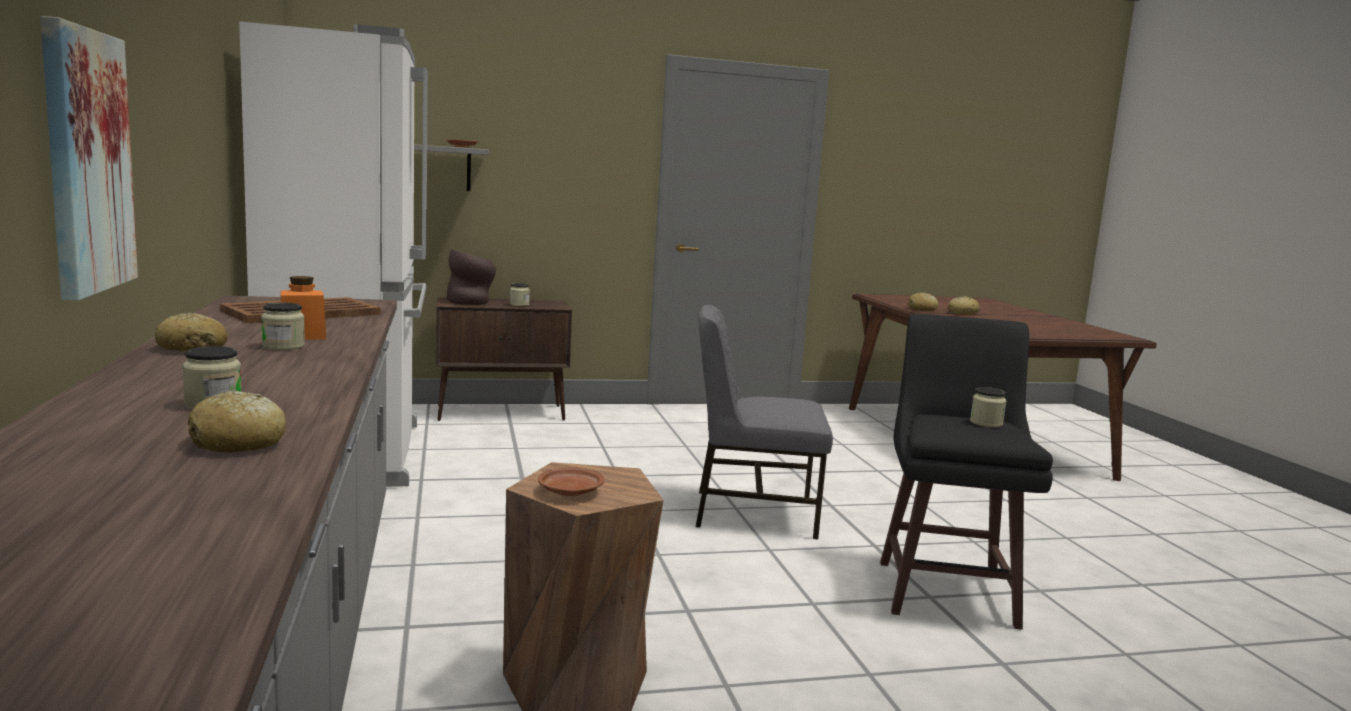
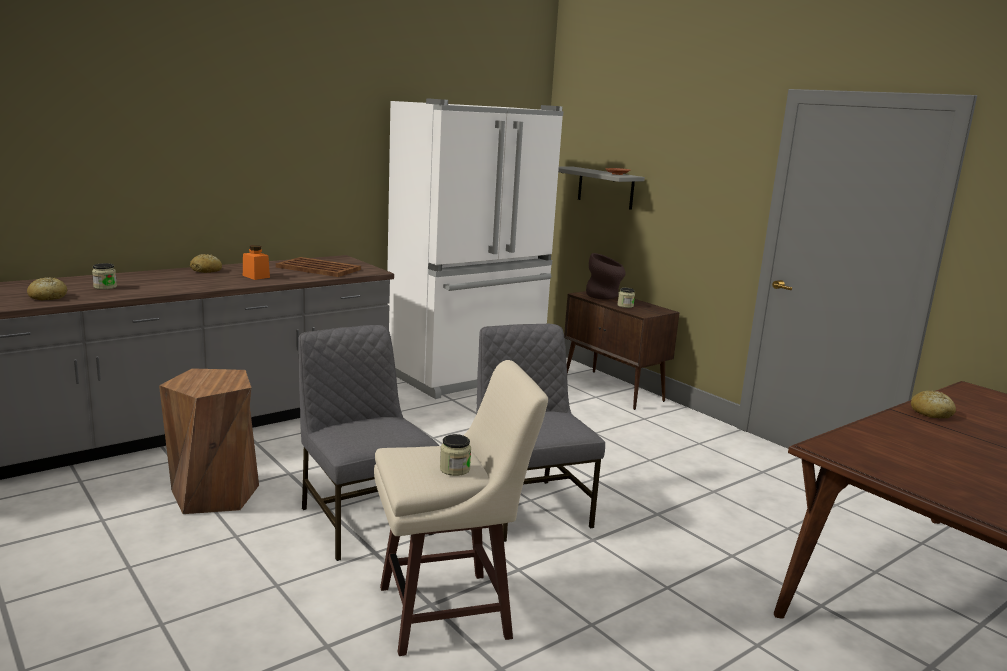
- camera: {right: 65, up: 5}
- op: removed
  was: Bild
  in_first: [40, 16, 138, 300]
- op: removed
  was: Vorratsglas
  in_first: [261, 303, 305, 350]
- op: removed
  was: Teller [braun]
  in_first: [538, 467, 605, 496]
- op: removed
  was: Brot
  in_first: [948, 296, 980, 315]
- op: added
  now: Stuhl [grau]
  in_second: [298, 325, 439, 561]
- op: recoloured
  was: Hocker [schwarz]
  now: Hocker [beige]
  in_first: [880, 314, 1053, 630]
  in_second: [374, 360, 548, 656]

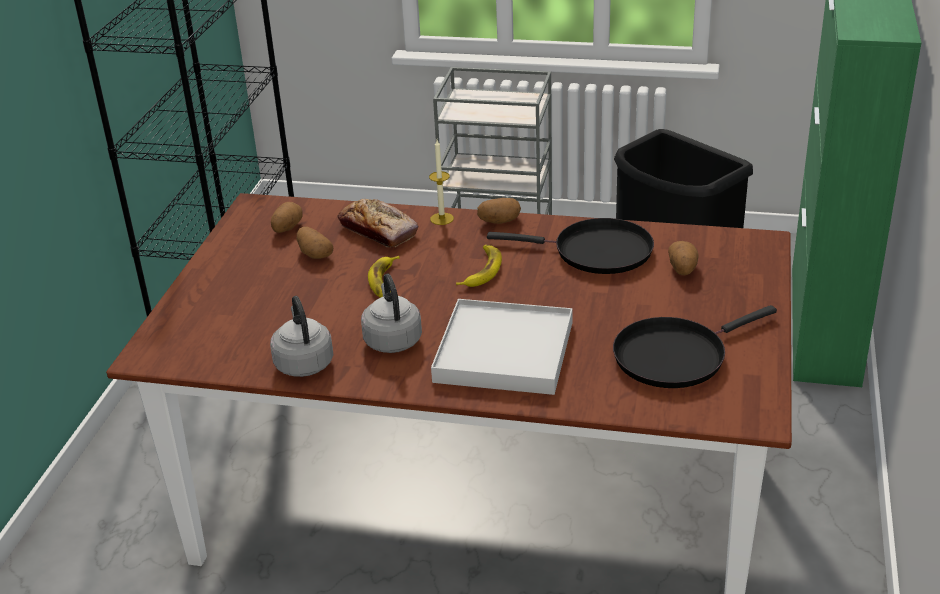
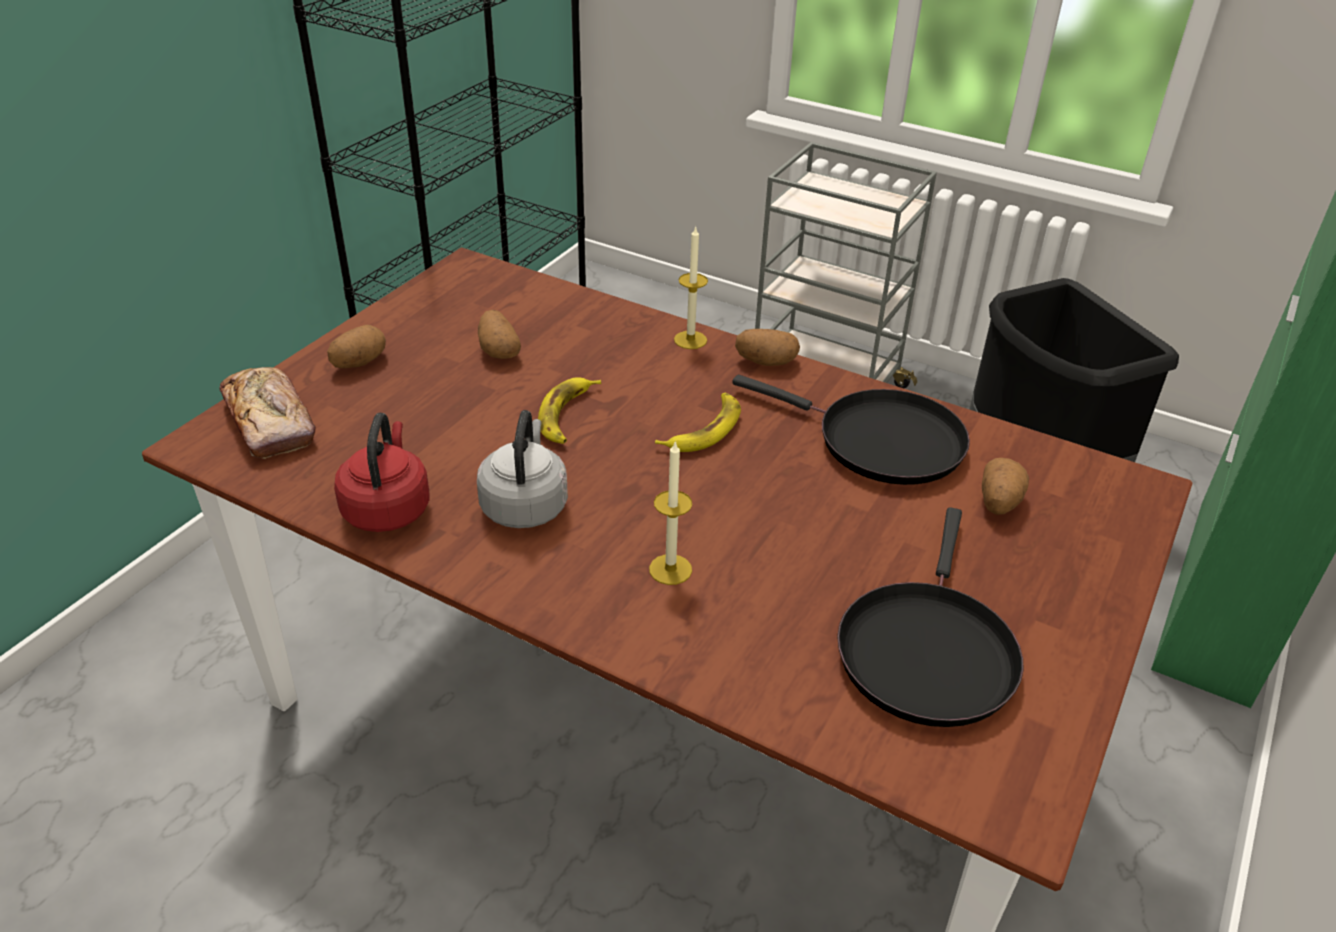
- camera: {right: 15, up: 5}
- op: moved
  was: Kartoffel
  in_first: [271, 202, 303, 233]
  in_second: [327, 325, 386, 368]
- op: moved
  was: Brot
  in_first: [338, 199, 418, 247]
  in_second: [219, 367, 315, 459]
- op: replaced
  was: Tablett [weiß]
  now: Kerze
  in_first: [431, 299, 572, 395]
  in_second: [649, 440, 692, 585]
- op: recoloured
  was: Wasserkessel [grau]
  now: Wasserkessel [rot]
  in_first: [270, 296, 334, 377]
  in_second: [334, 413, 430, 532]
- op: turned
  was: Pfanne [schwarz]
  in_first: [613, 305, 777, 388]
  in_second: [837, 507, 1024, 727]
  clockwise: -60

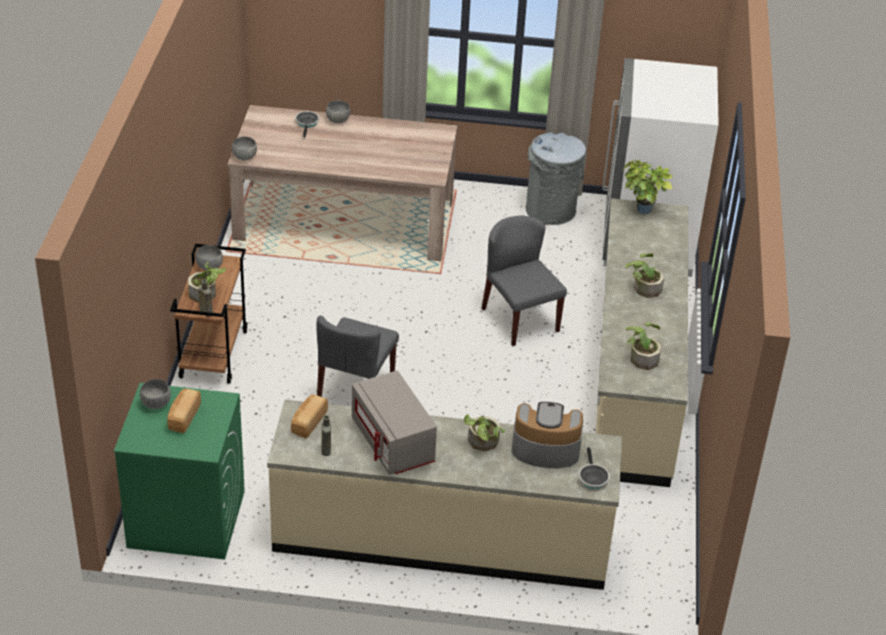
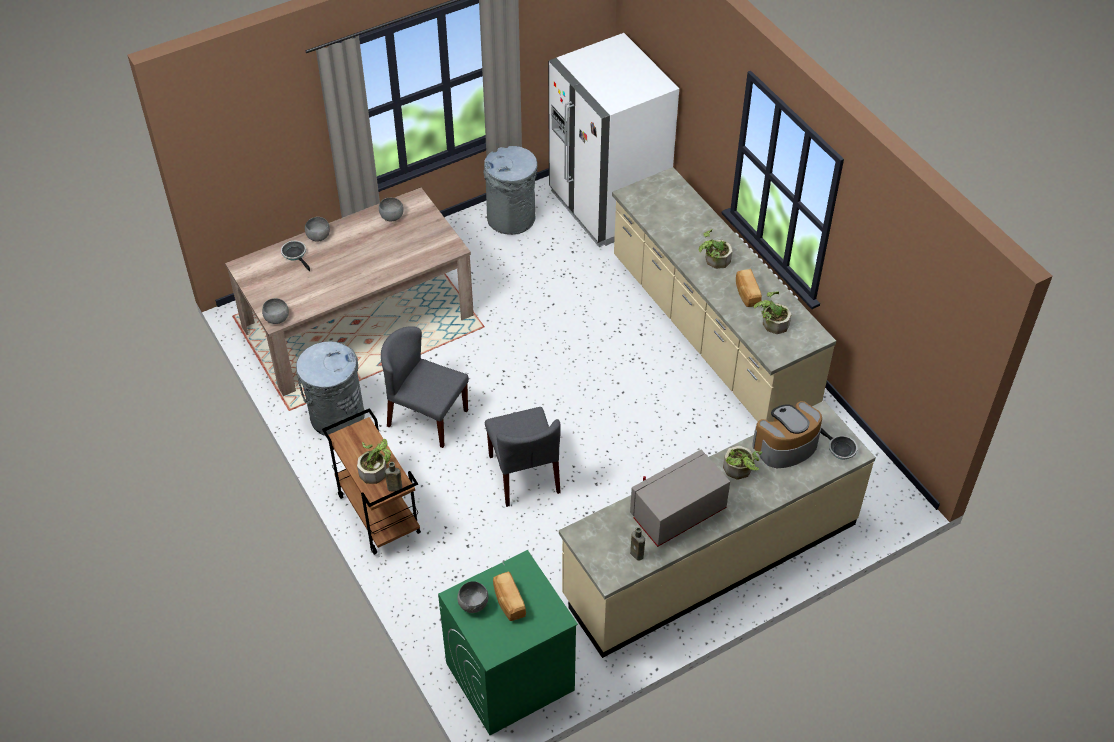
- camera: {right: -35, up: 10}
- op: removed
  was: Topfpflanze
  in_first: [623, 160, 673, 214]
- op: added
  now: Mülleimer [grau]
  in_second: [296, 342, 364, 436]
- op: moved
  was: Schüssel [grau]
  in_first: [196, 245, 223, 270]
  in_second: [379, 198, 404, 221]
- op: moved
  was: Brot
  in_first: [291, 395, 328, 438]
  in_second: [736, 269, 762, 307]
- op: moved
  was: Stuhl [grau]
  in_first: [481, 216, 567, 346]
  in_second: [381, 326, 469, 448]
- op: turned
  was: Mikrowelle [grau]
  in_first: [352, 370, 437, 475]
  in_second: [630, 450, 730, 547]
  clockwise: 120

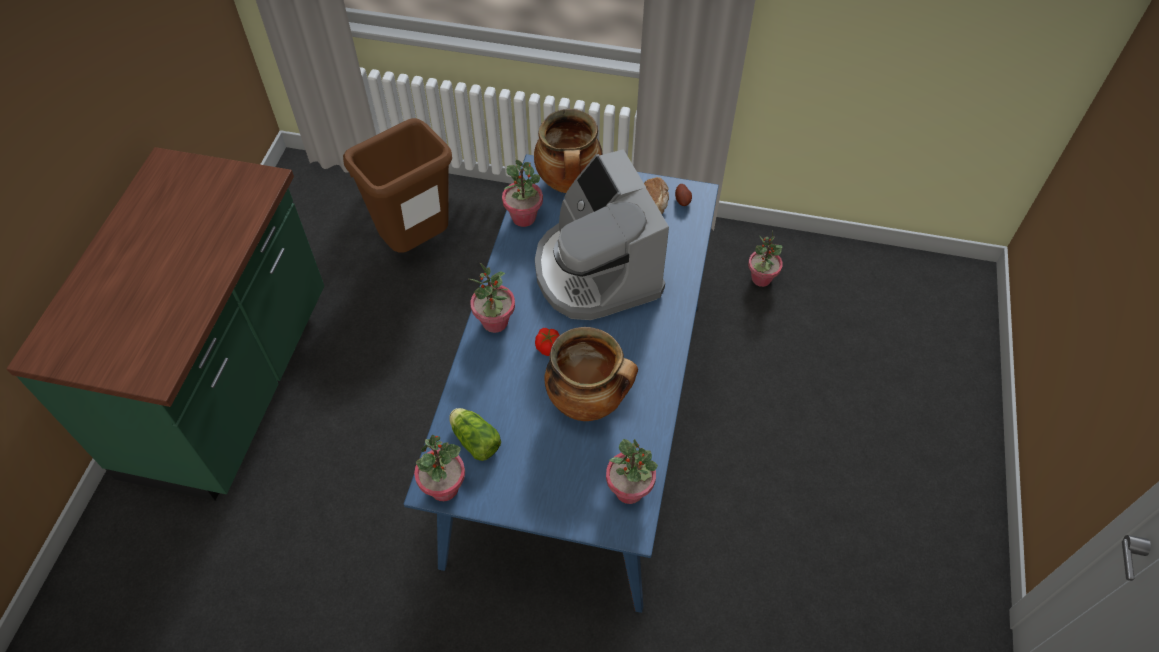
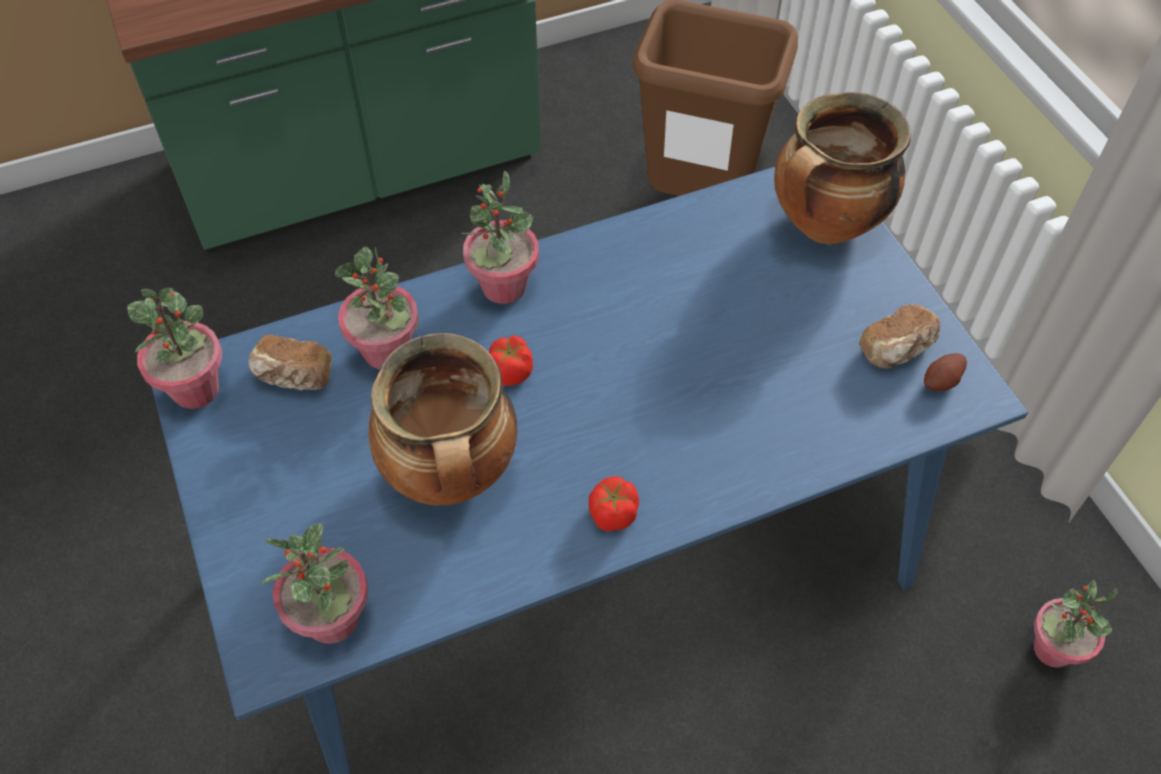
- camera: {right: 55, up: 0}
- op: removed
  was: Kaffeemaschine
  in_first: [535, 149, 669, 320]
- op: added
  now: Tomate
  in_second: [589, 476, 639, 532]
- op: moved
  was: Topfpflanze
  in_first: [502, 160, 543, 227]
  in_second: [335, 246, 419, 369]
- op: replaced
  was: Salatkopf
  now: Brot
  in_first: [449, 408, 501, 461]
  in_second: [248, 334, 332, 391]

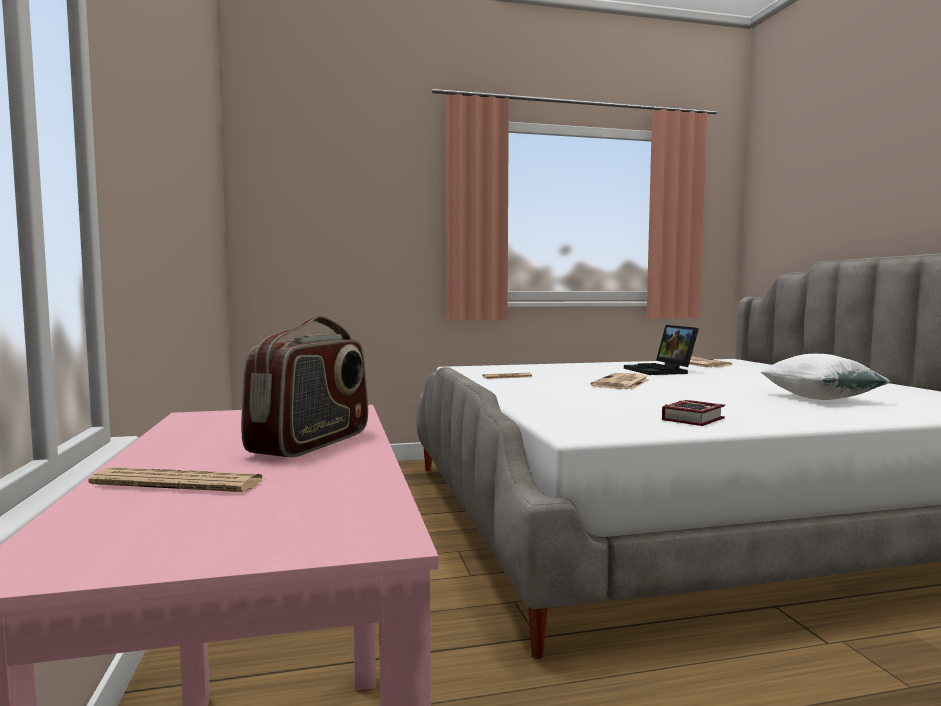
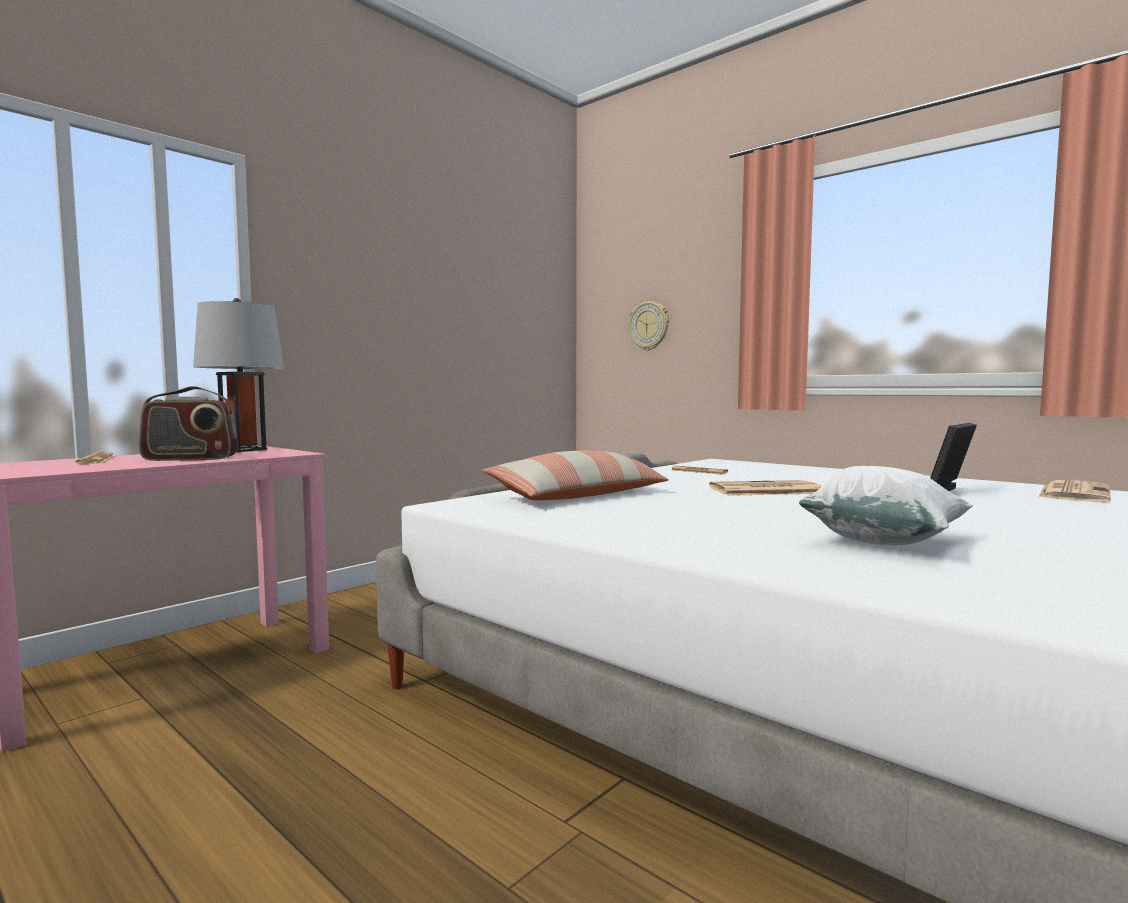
- camera: {right: 55, up: 0}
- op: removed
  was: Buch
  in_first: [662, 400, 725, 426]
- op: added
  now: Tischlampe [grau]
  in_second: [193, 298, 284, 452]
- op: added
  now: Kissen
  in_second: [482, 450, 669, 501]
- op: added
  now: Wanduhr
  in_second: [628, 301, 669, 351]

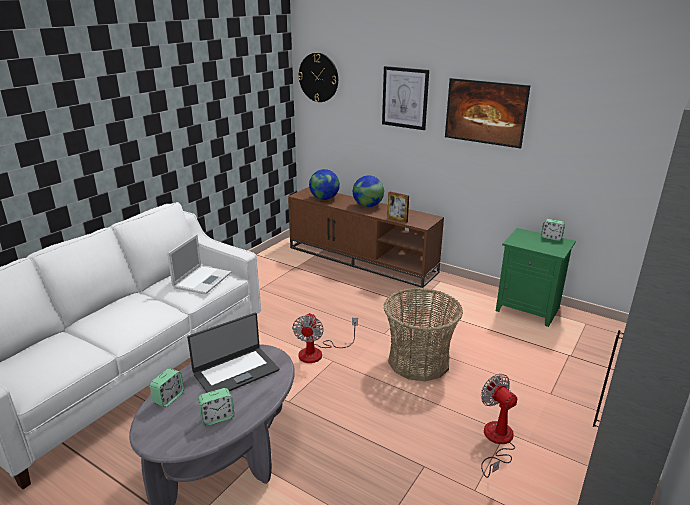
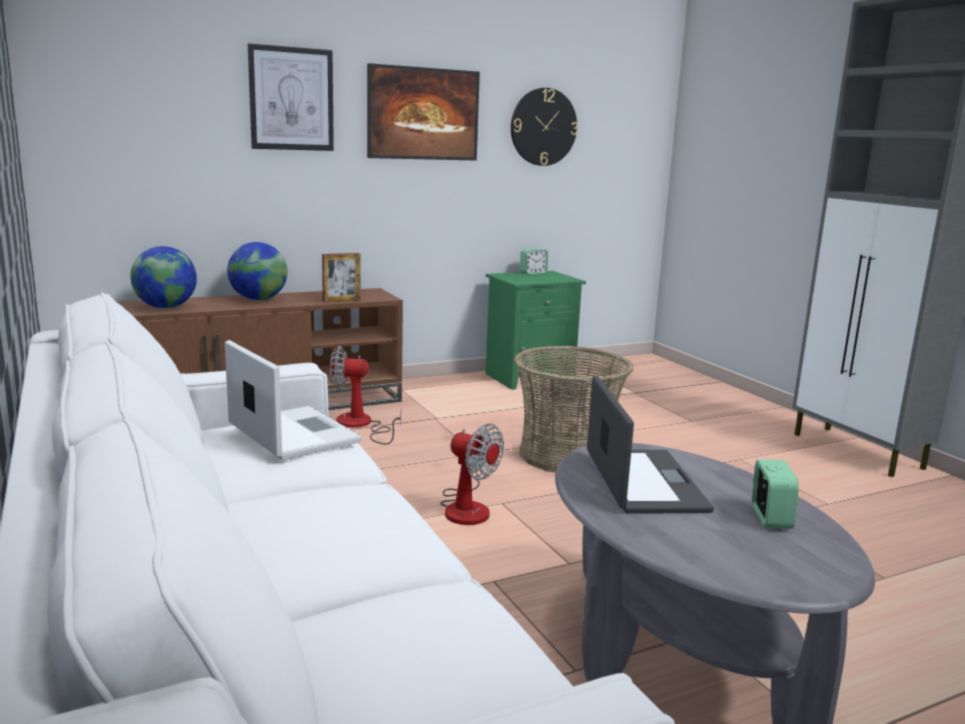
- camera: {right: -60, up: -10}
- op: removed
  was: Wecker
  in_first: [150, 368, 184, 407]
- op: moved
  was: Wanduhr
  in_first: [298, 53, 338, 102]
  in_second: [511, 88, 578, 166]
- op: moved
  was: Ventilator
  in_first: [481, 374, 517, 478]
  in_second: [330, 346, 401, 444]

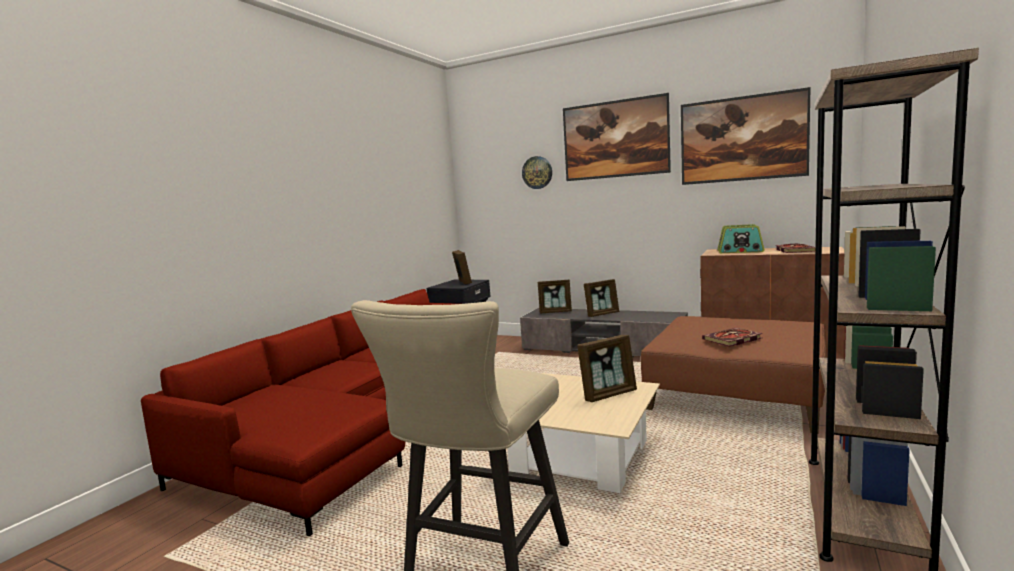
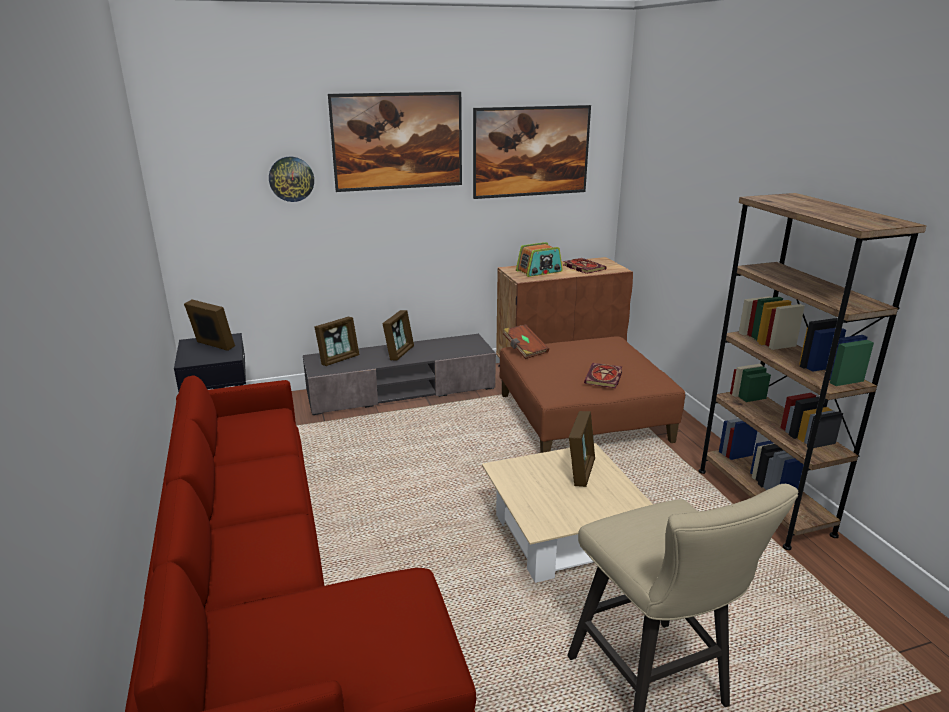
- camera: {right: -45, up: 15}
- op: added
  now: Buch [braun]
  in_second: [503, 324, 549, 359]

